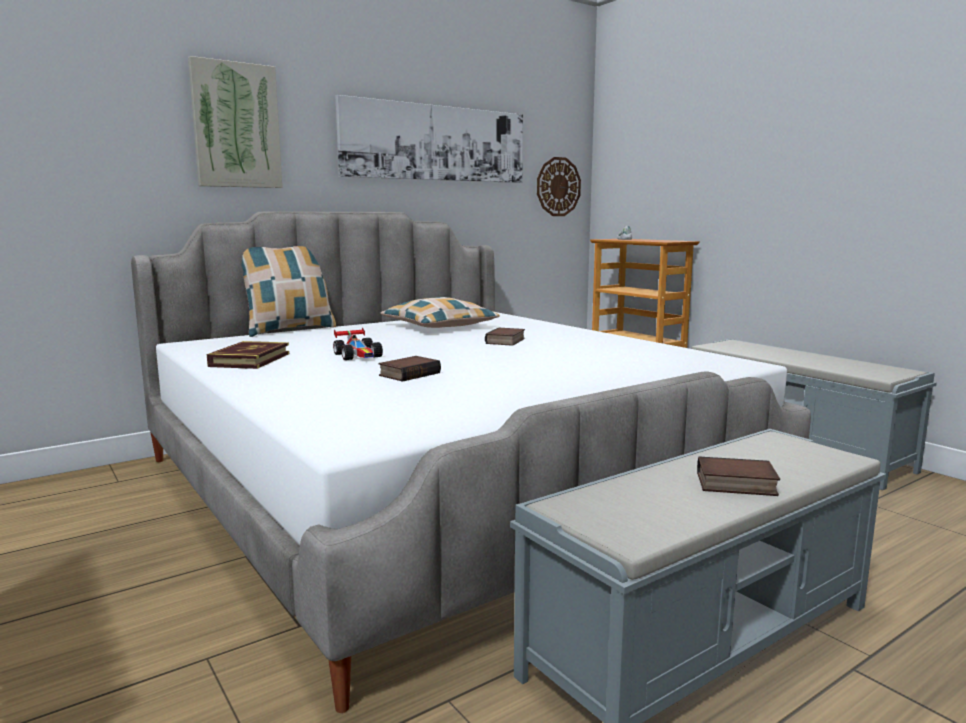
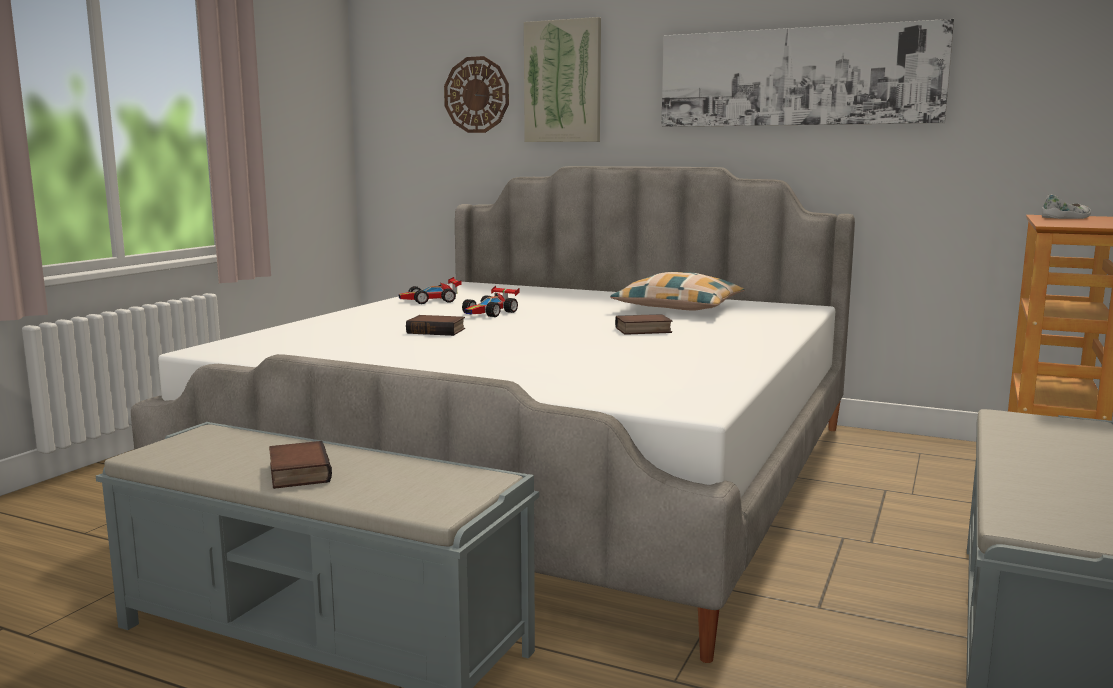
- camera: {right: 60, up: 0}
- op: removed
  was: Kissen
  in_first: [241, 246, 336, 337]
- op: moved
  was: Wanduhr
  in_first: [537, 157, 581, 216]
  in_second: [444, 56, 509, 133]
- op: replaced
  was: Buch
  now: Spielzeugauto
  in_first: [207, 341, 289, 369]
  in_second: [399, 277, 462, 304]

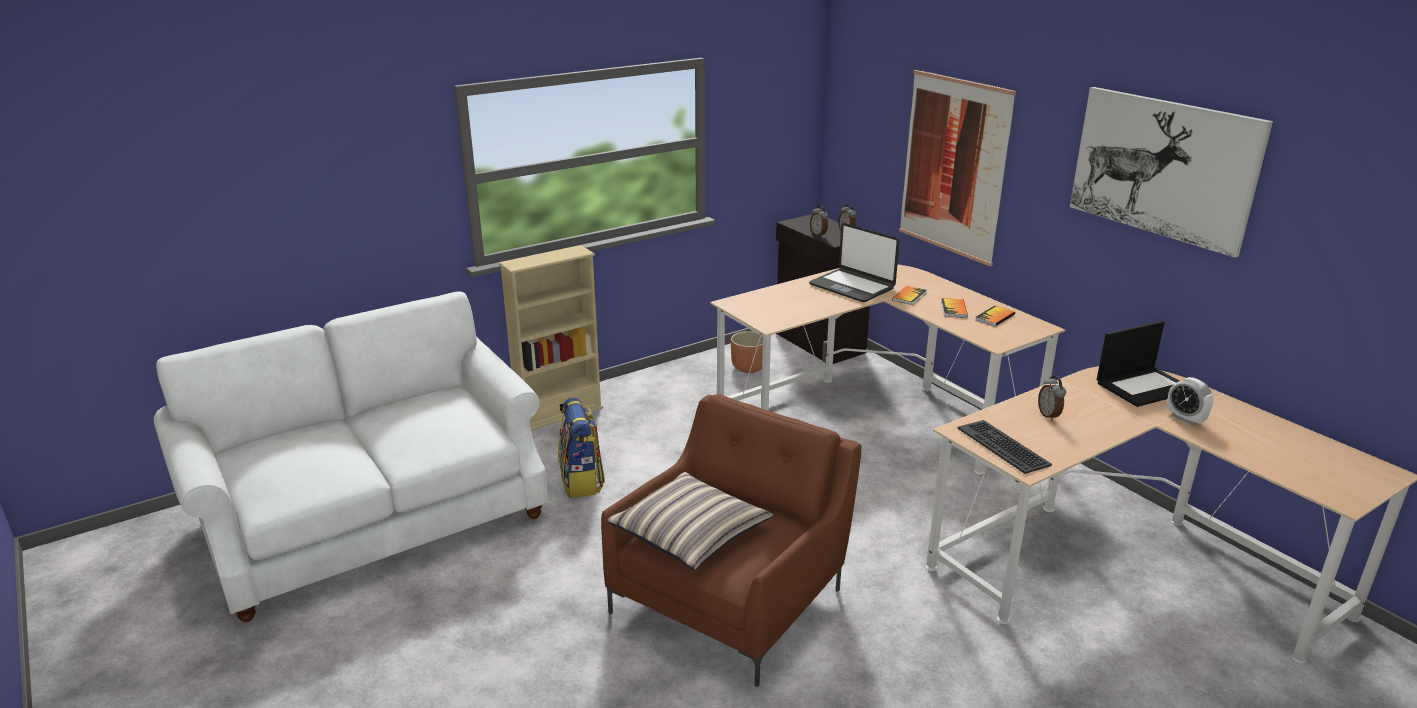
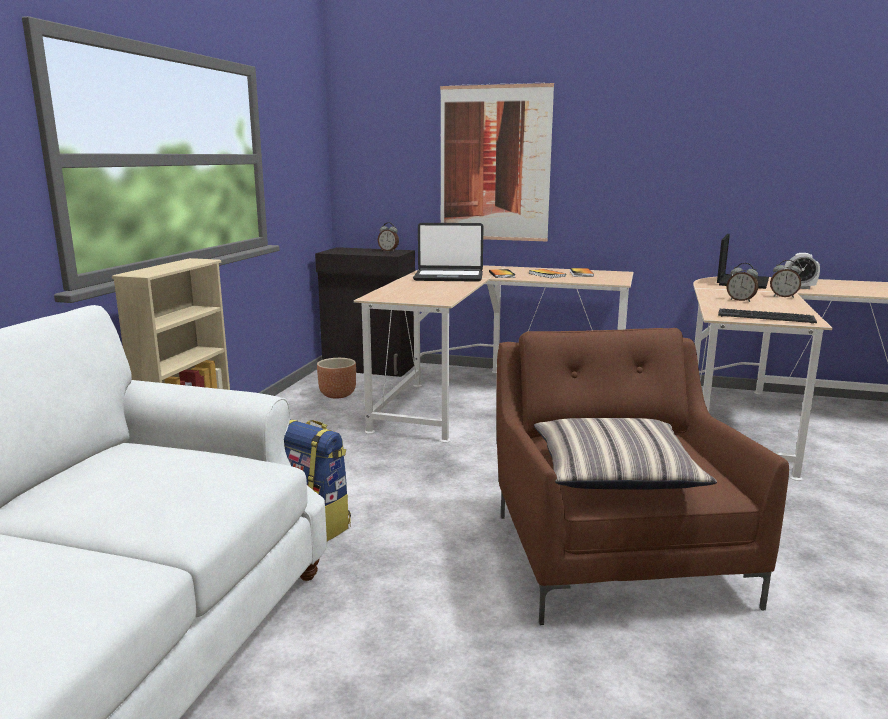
- camera: {right: -40, up: -10}
- op: removed
  was: Bild
  in_first: [1070, 87, 1273, 258]
- op: moved
  was: Wecker
  in_first: [810, 206, 828, 237]
  in_second: [770, 260, 801, 298]

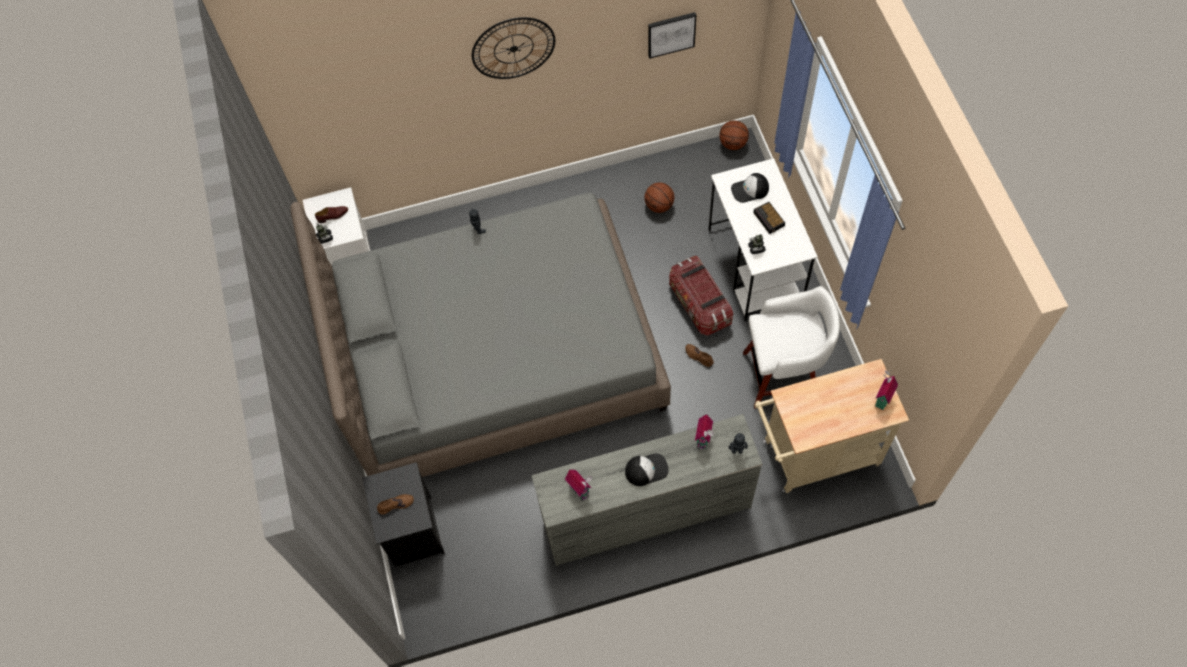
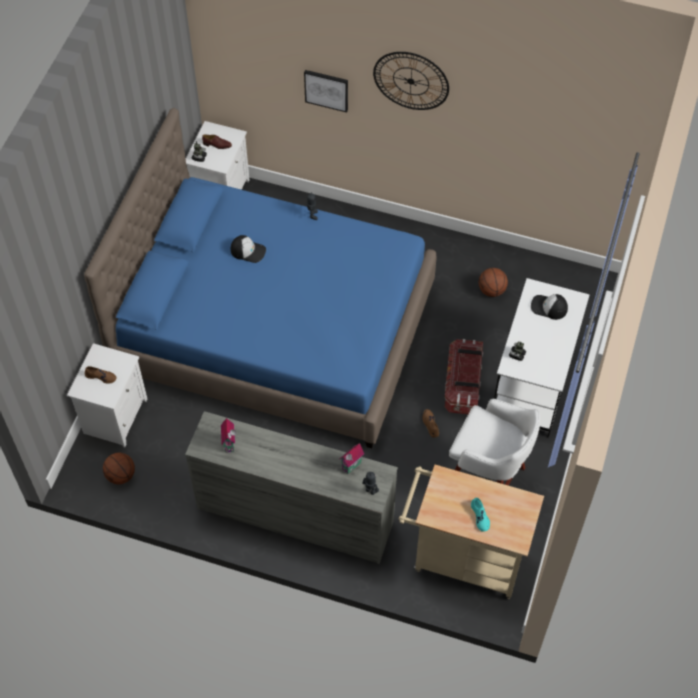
- camera: {right: 30, up: -5}
- op: removed
  was: Wecker
  in_first: [753, 202, 785, 234]
- op: removed
  was: Spielzeughaus
  in_first: [875, 370, 898, 410]
- op: added
  now: Schuh [türkis]
  in_second: [471, 498, 490, 532]
- op: moved
  was: Kappe
  in_first: [625, 453, 669, 486]
  in_second: [231, 235, 266, 263]
- op: moved
  was: Bild
  in_first: [648, 12, 696, 59]
  in_second: [304, 70, 348, 112]
- op: moved
  was: Basketball
  in_first: [719, 120, 749, 150]
  in_second: [103, 453, 135, 484]
- op: recoloured
  was: Bett [grau]
  now: Bett [blau]
  in_first: [290, 193, 671, 477]
  in_second: [84, 108, 436, 448]
- op: recoloured
  was: Nachttisch [schwarz]
  now: Nachttisch [weiß]
  in_first: [362, 462, 445, 567]
  in_second: [67, 343, 147, 447]

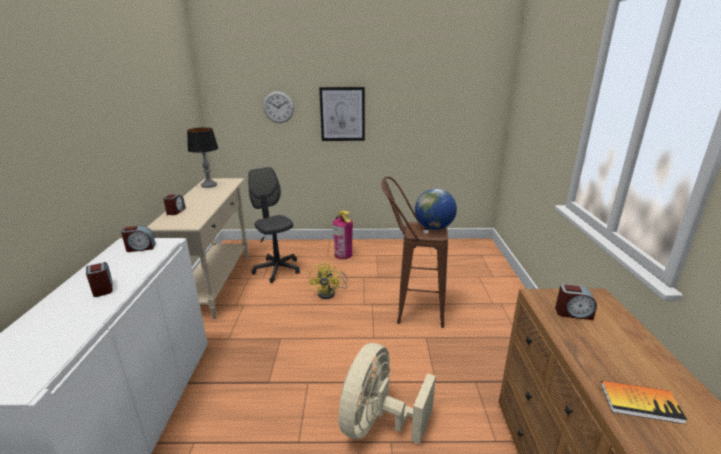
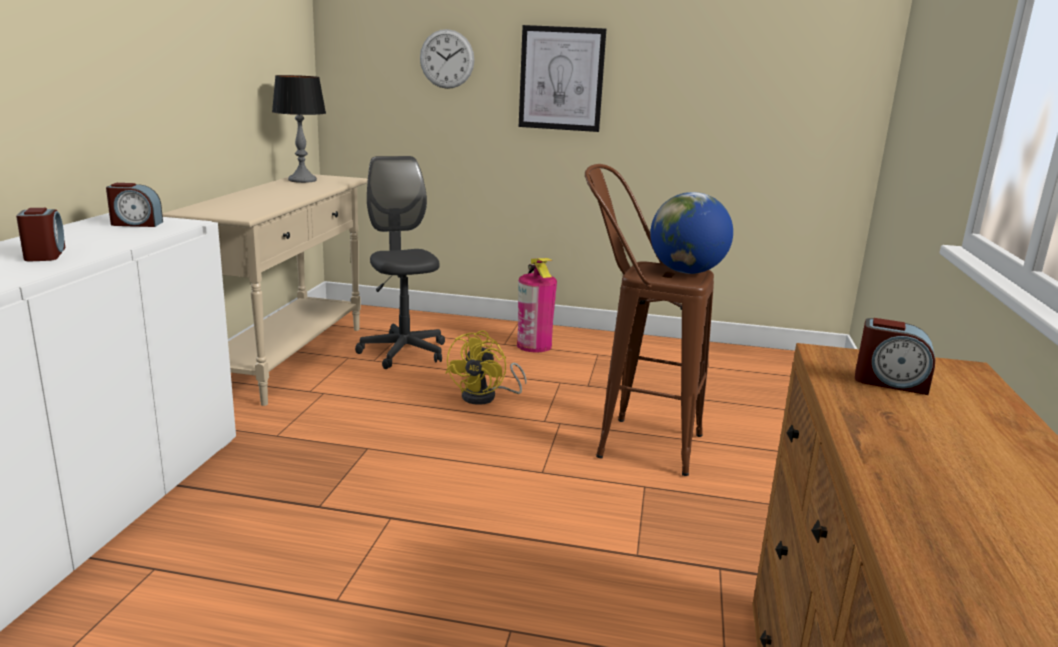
- camera: {right: 10, up: -5}
- op: removed
  was: Wecker
  in_first: [163, 195, 186, 215]
- op: removed
  was: Ventilator [beige]
  in_first: [339, 343, 436, 445]
- op: removed
  was: Buch
  in_first: [601, 381, 687, 424]

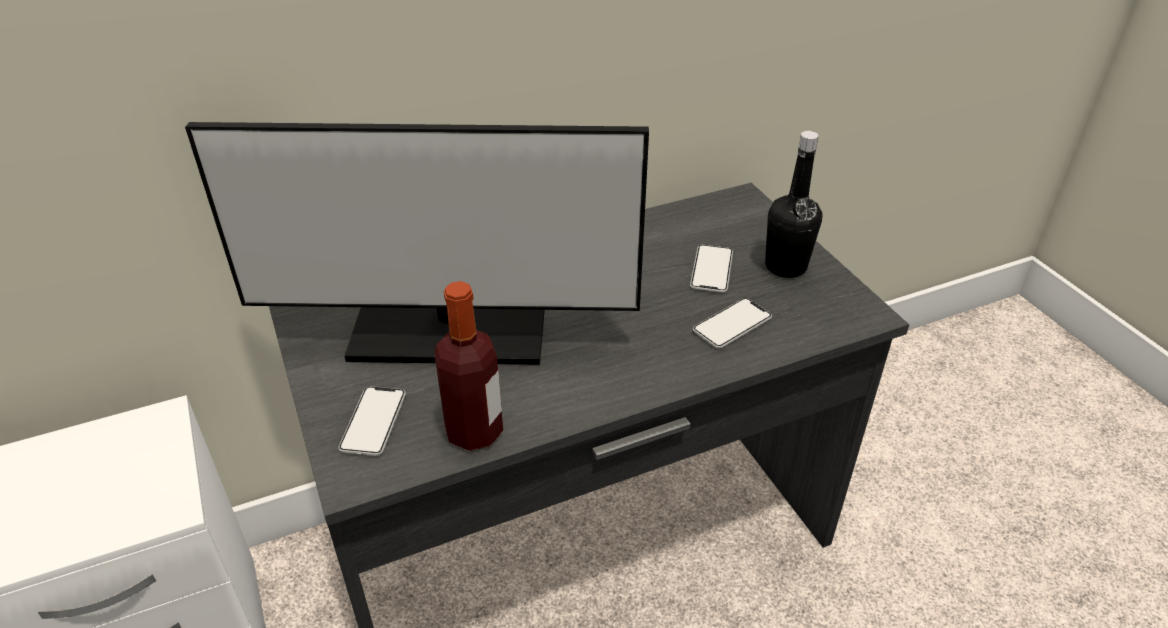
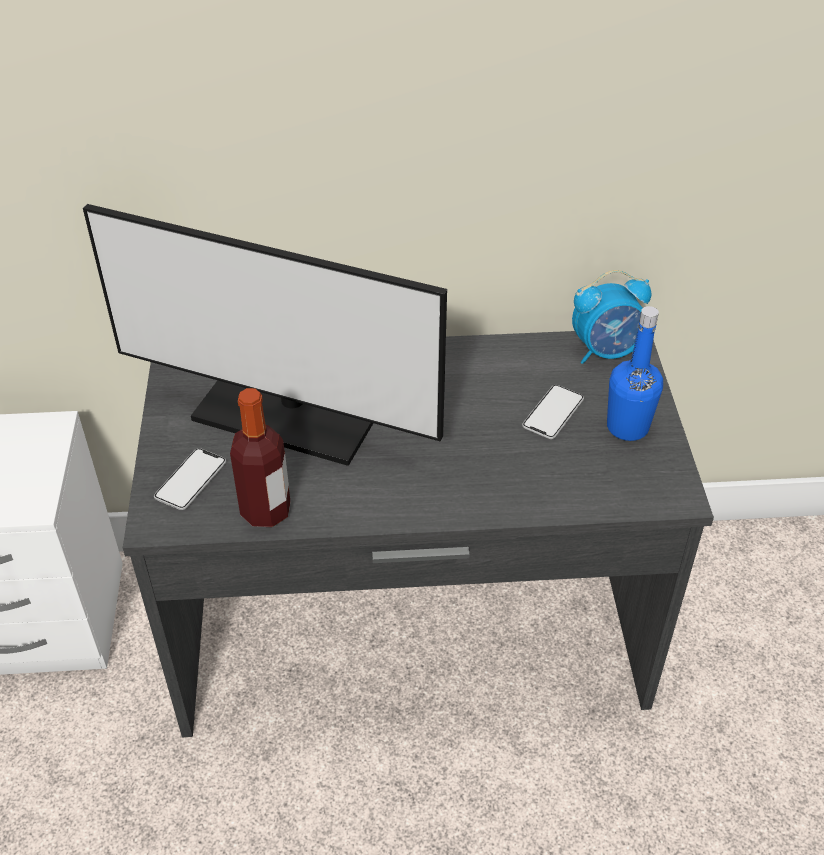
- camera: {right: 20, up: 5}
- op: removed
  was: Handy
  in_first: [693, 298, 772, 349]
- op: added
  now: Wecker
  in_second: [572, 270, 651, 364]
- op: recoloured
  was: Flasche [schwarz]
  now: Flasche [blau]
  in_first: [765, 131, 822, 278]
  in_second: [607, 306, 663, 441]

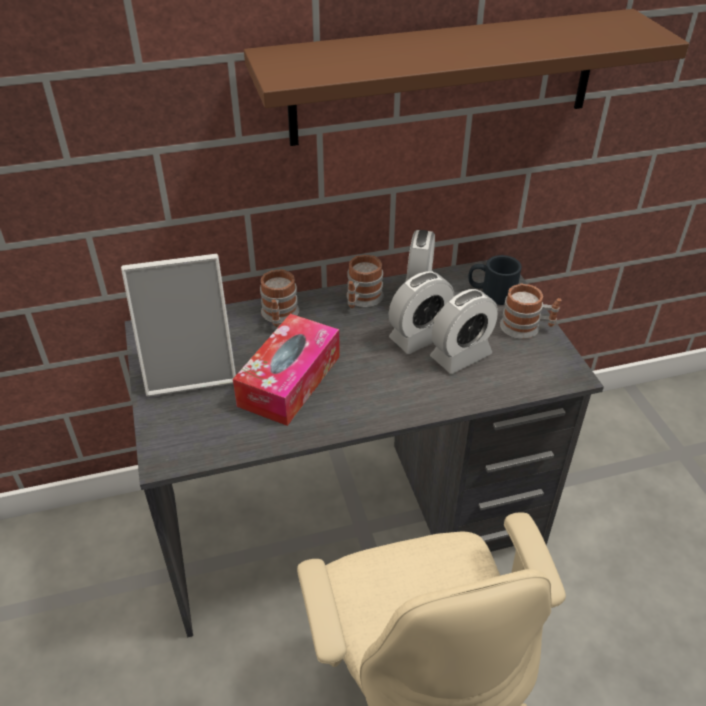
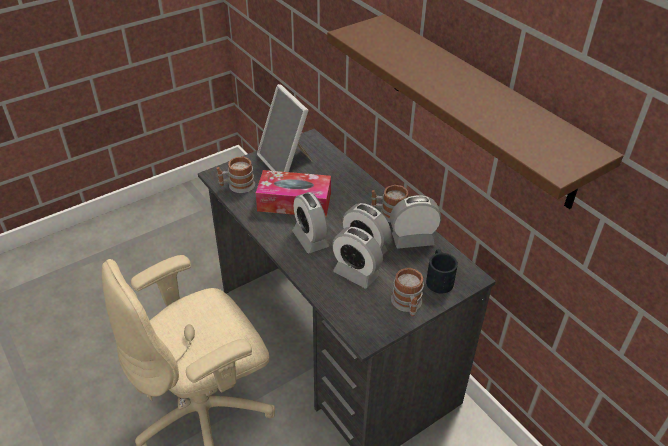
- camera: {right: 70, up: 0}
- op: added
  now: Wecker
  in_second: [292, 192, 329, 253]
- op: moved
  was: Henkelbecher
  in_first: [260, 269, 299, 327]
  in_second: [217, 156, 255, 193]

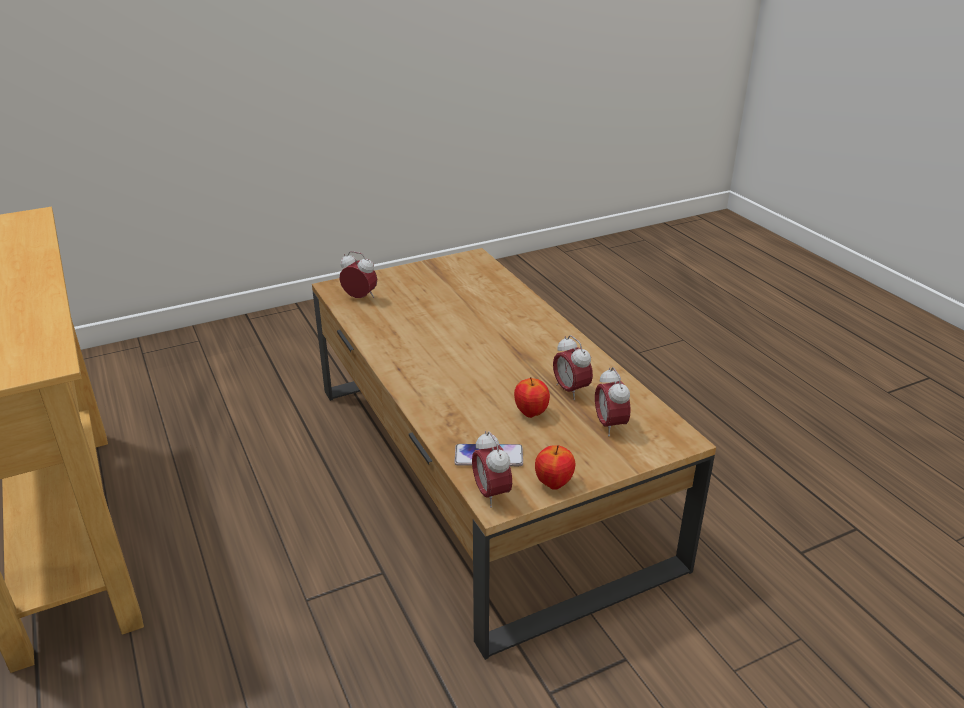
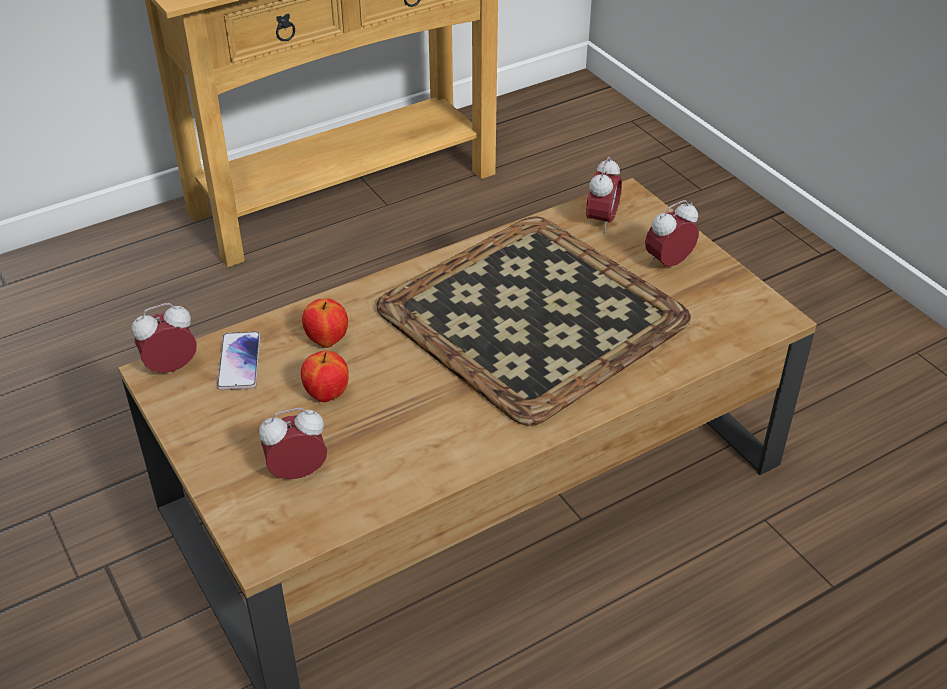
- camera: {right: 85, up: 10}
- op: added
  now: Tablett
  in_second: [377, 216, 691, 426]
- op: moved
  was: Apfel
  in_first: [535, 445, 575, 490]
  in_second: [302, 299, 348, 348]
- op: moved
  was: Wecker
  in_first: [553, 335, 593, 400]
  in_second: [645, 200, 699, 267]

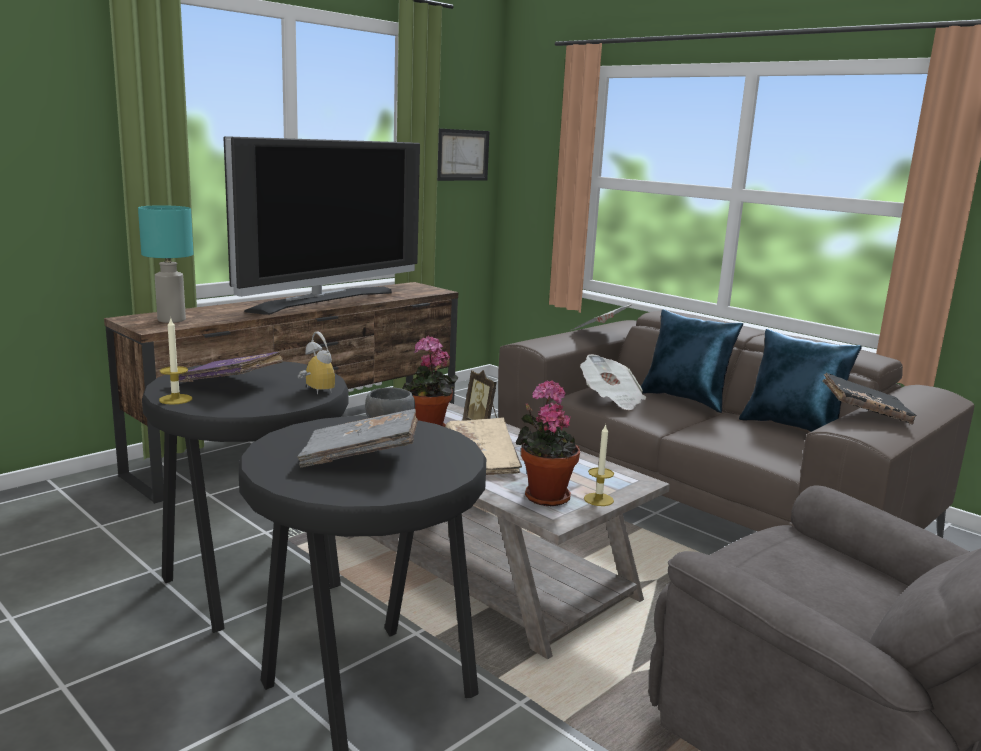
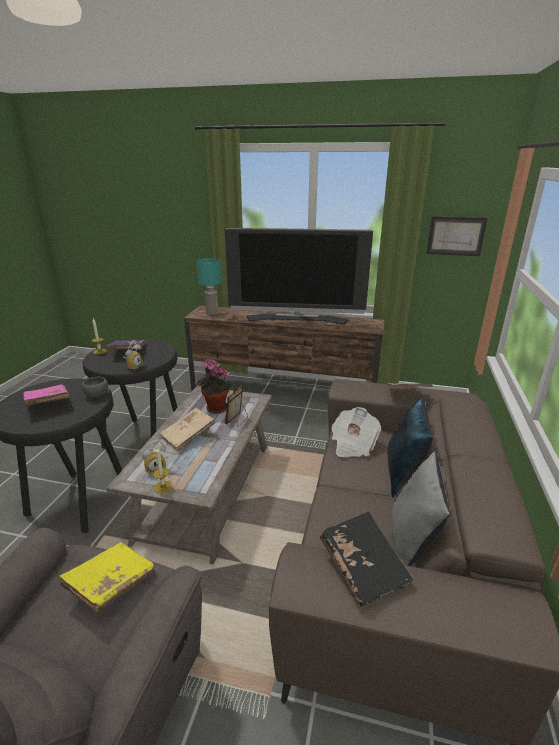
- camera: {right: 60, up: 10}
- op: added
  now: Buch [gelb]
  in_second: [58, 542, 155, 613]
- op: replaced
  was: Topfpflanze
  now: Wecker
  in_first: [516, 380, 580, 507]
  in_second: [142, 440, 166, 475]
- op: recoloured
  was: Buch [grau]
  now: Buch [rosa]
  in_first: [298, 409, 418, 467]
  in_second: [22, 384, 70, 406]
- op: recoloured
  was: Kissen [blau]
  now: Kissen [grau]
  in_first: [739, 329, 862, 432]
  in_second: [392, 451, 450, 566]

